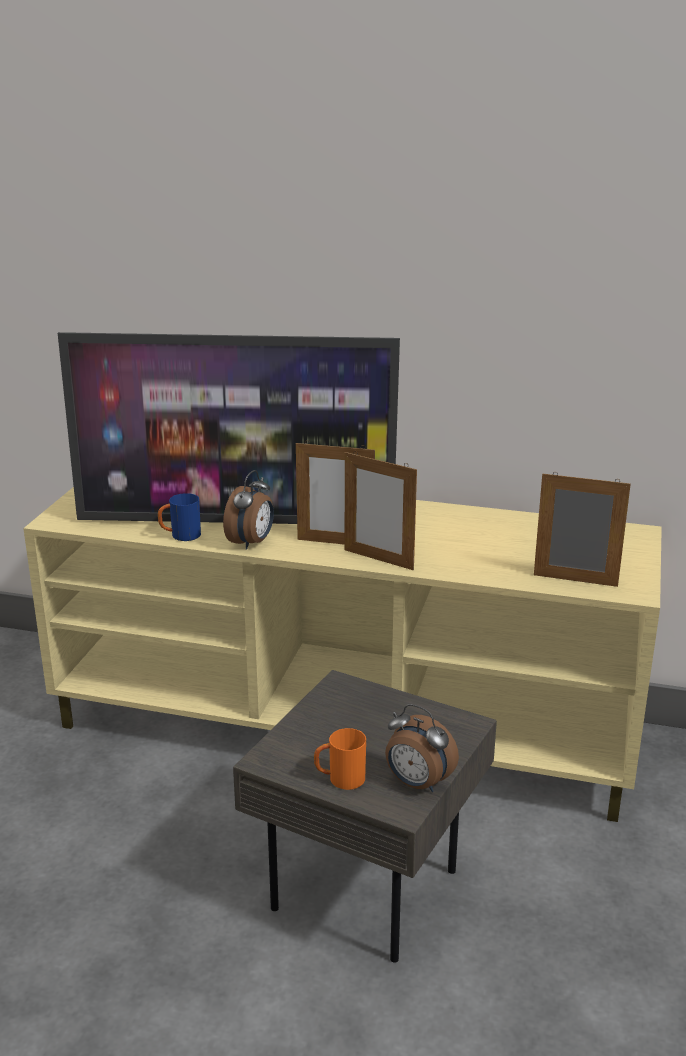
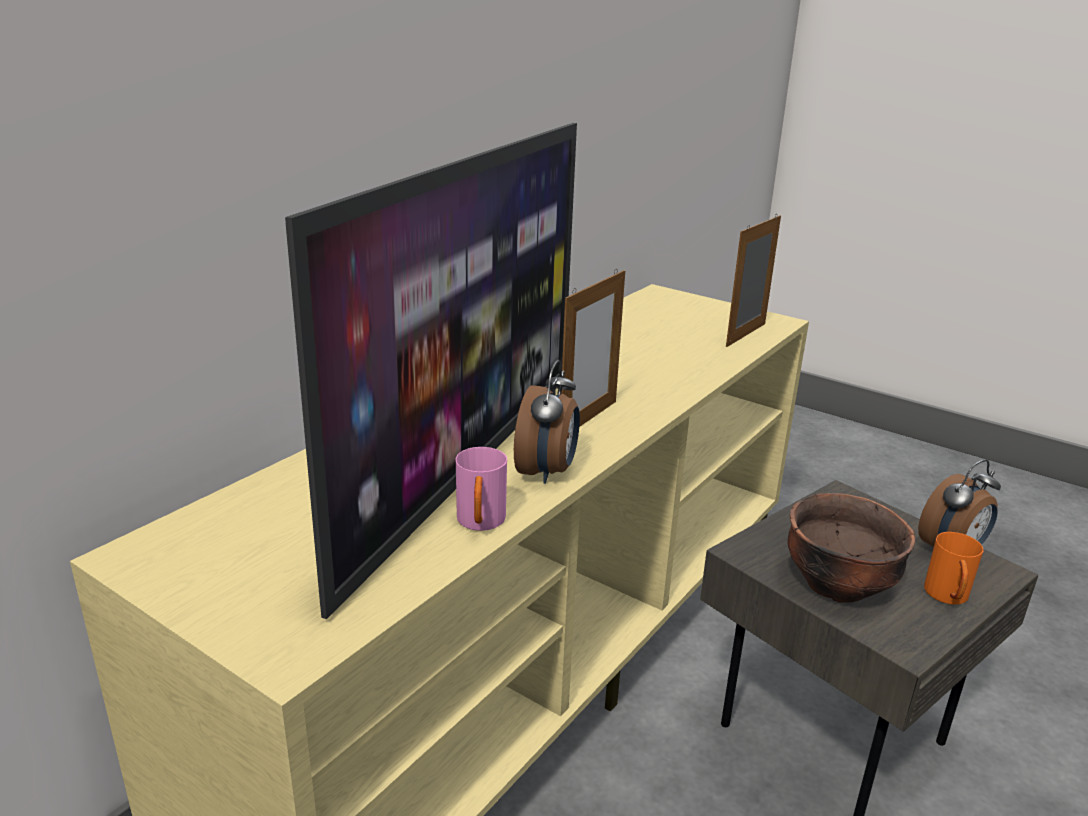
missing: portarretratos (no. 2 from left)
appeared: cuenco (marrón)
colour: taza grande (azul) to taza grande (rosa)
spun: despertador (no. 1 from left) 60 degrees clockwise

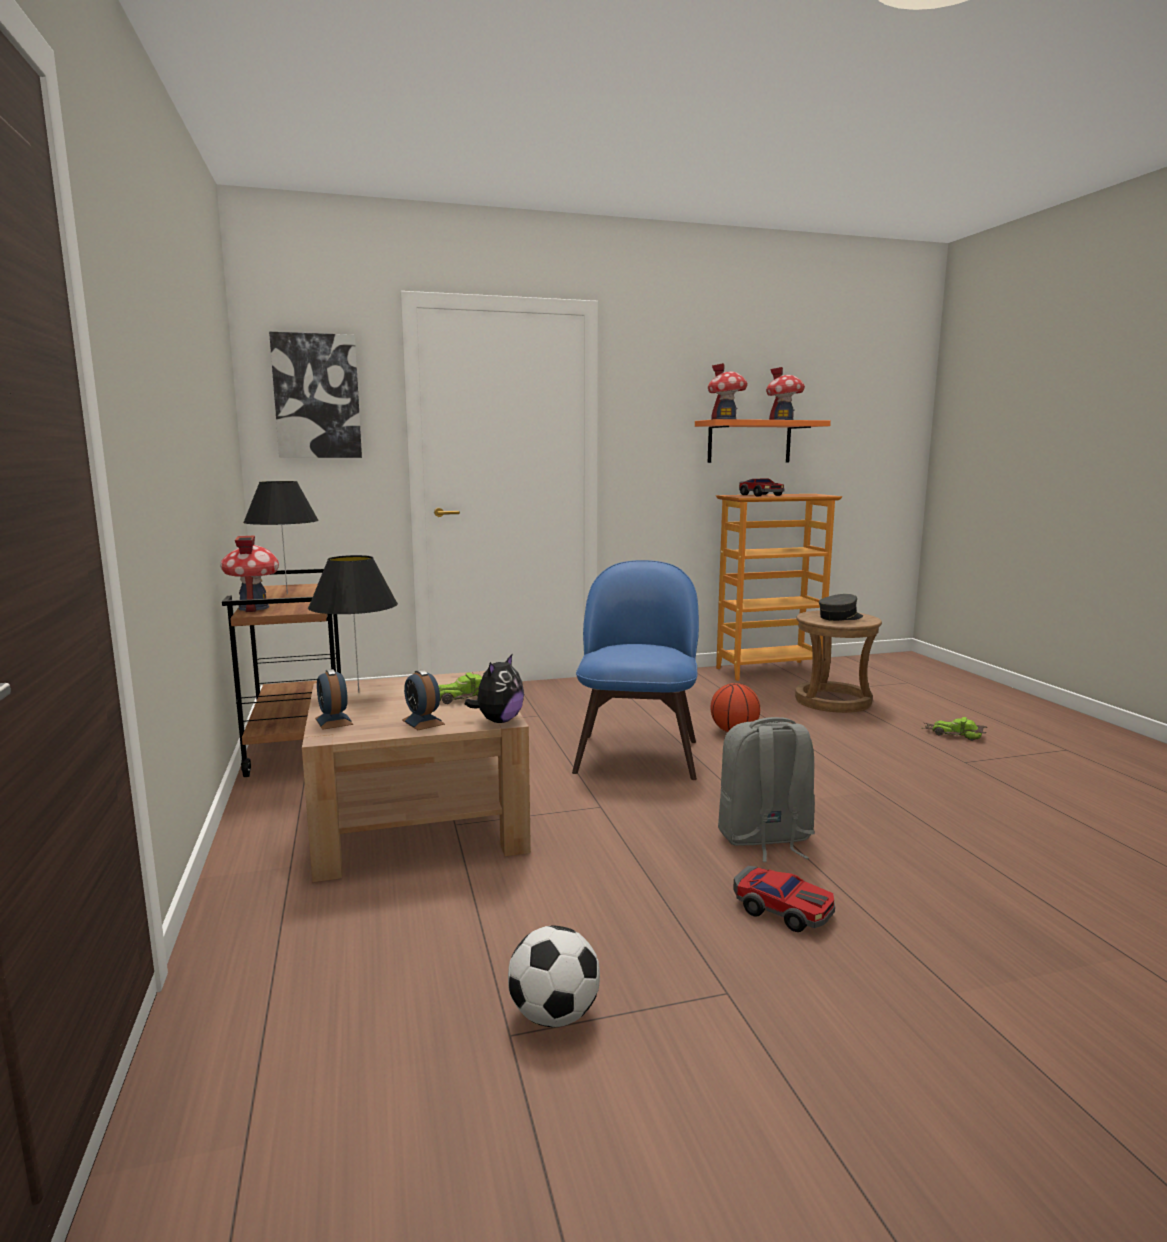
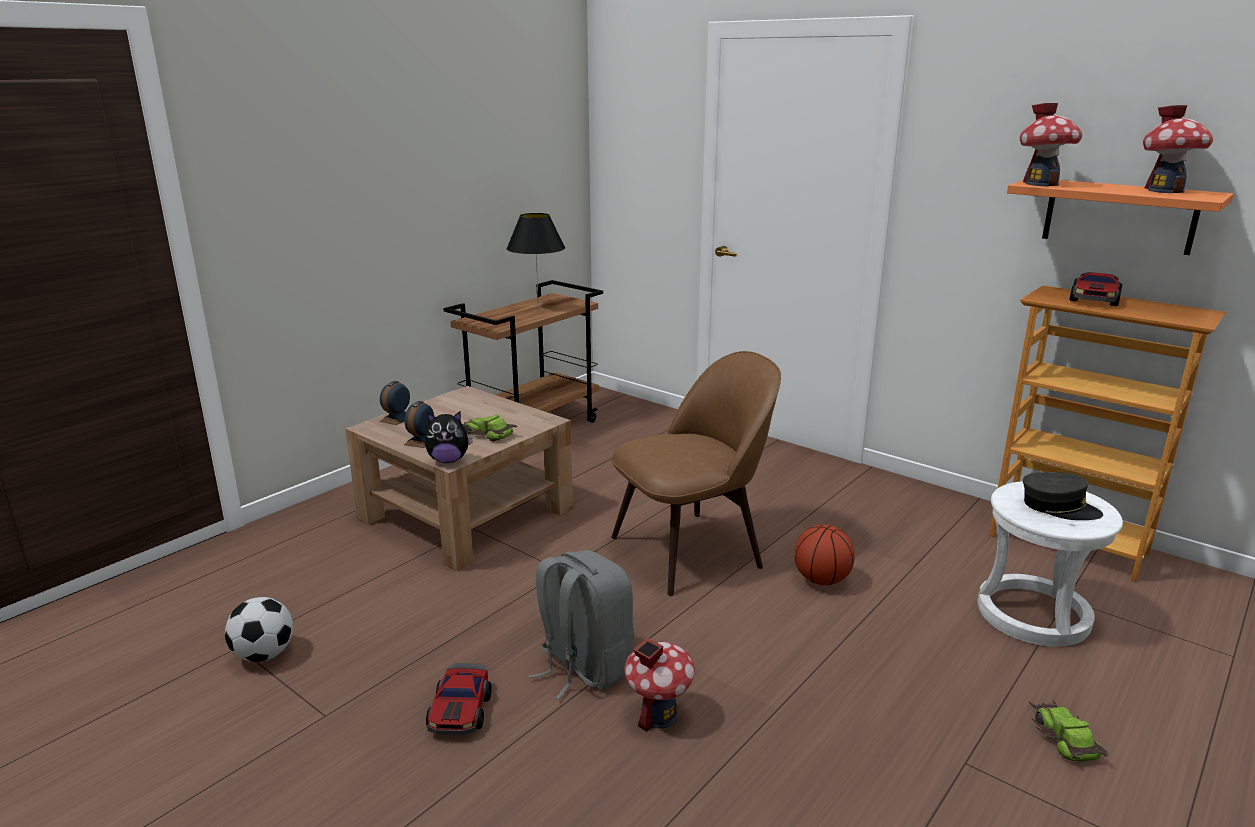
missing: cuadro; lámpara de mesa (negro) (no. 2 from left)
relocated: casita (no. 1 from left)
colour: silla (azul) to silla (marrón); taburete (marrón) to taburete (blanco)

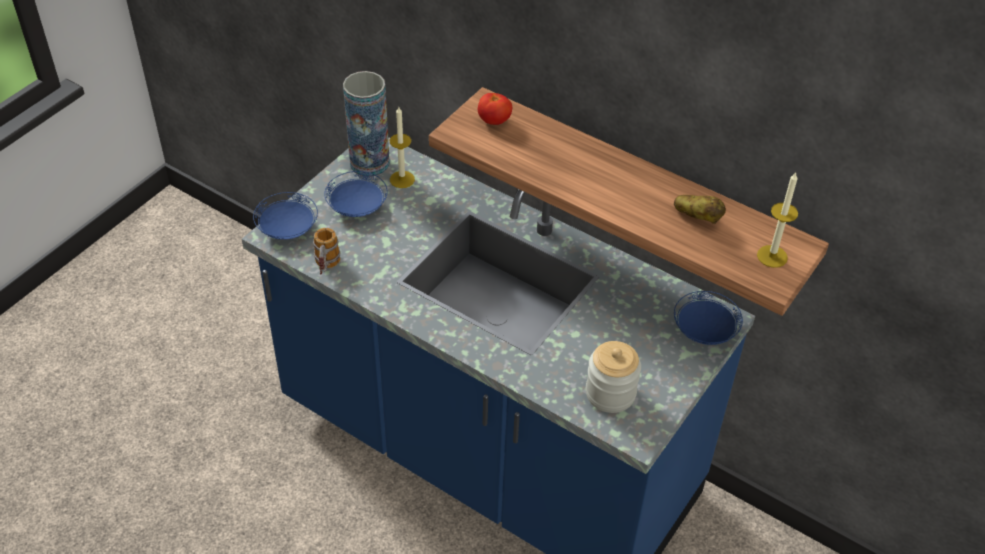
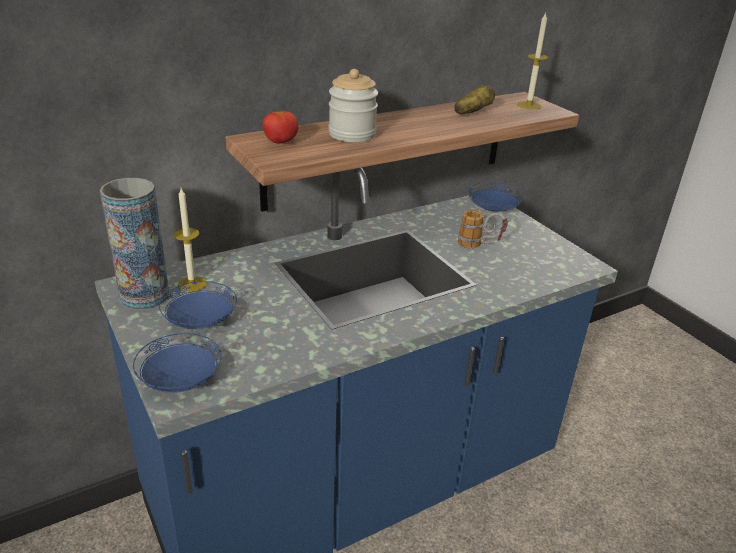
relocated: tarro; taza grande

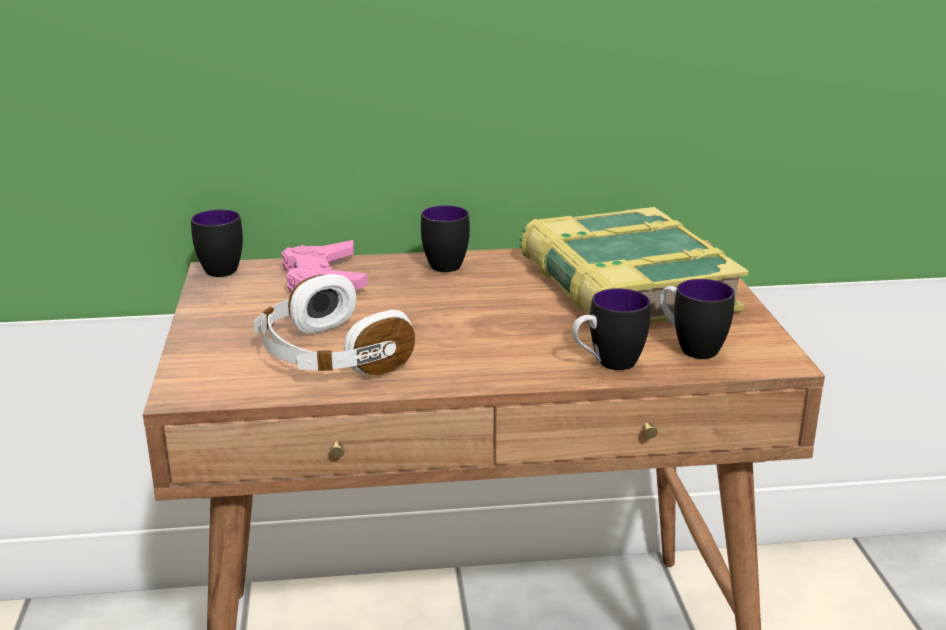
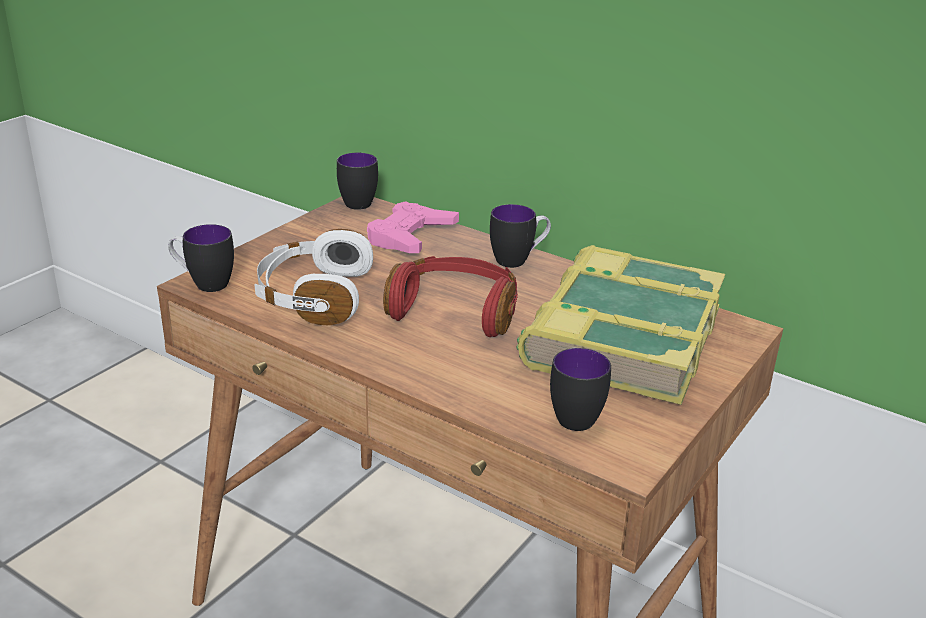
appeared: auriculares (rojo)
relocated: taza grande (no. 3 from left in the first image) to taza grande (no. 1 from left)

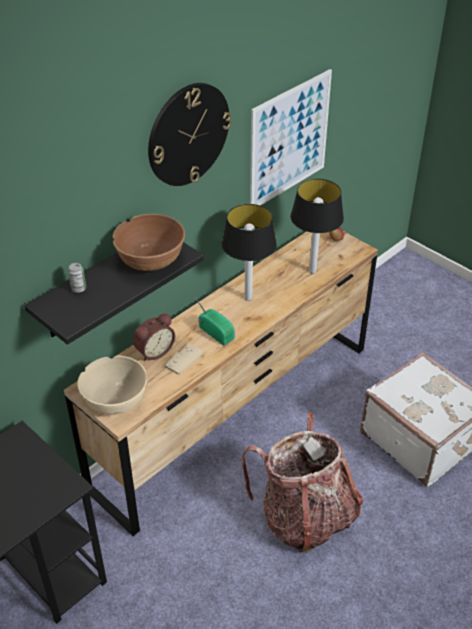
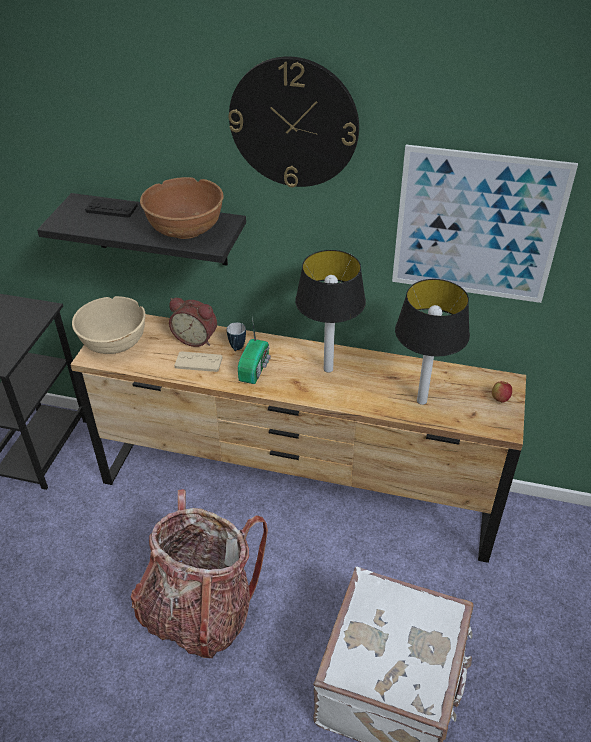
appeared: taza grande
exchanged: lata to mando de consola (negro)

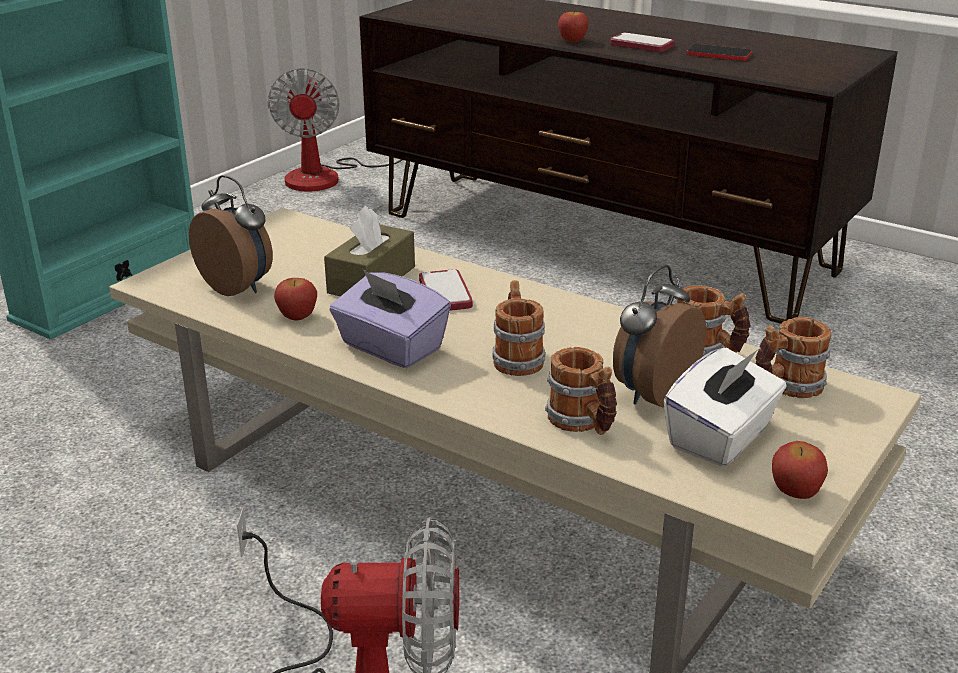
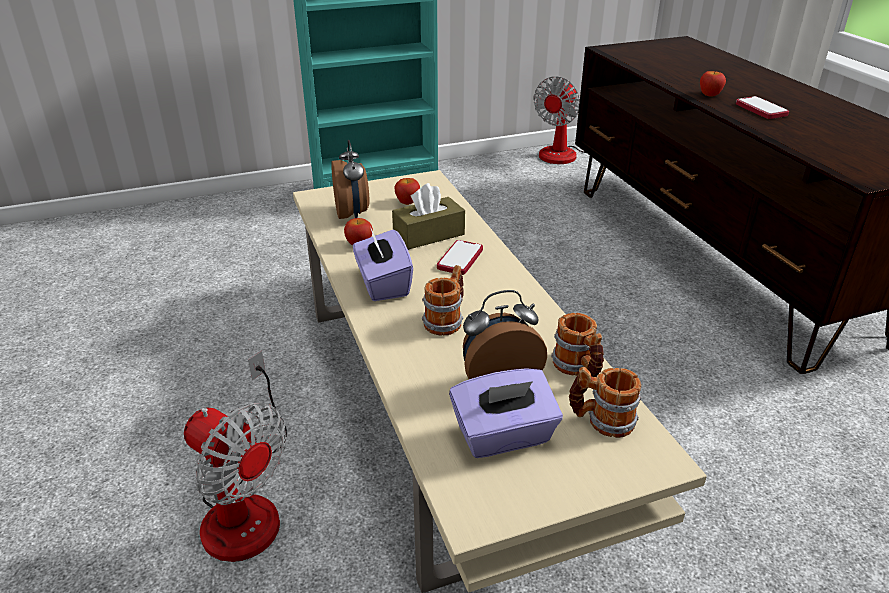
missing: taza grande (no. 2 from left); móvil (no. 3 from left)
relocated: manzana (no. 3 from left in the first image) to manzana (no. 2 from left)
colour: caja de pañuelos (blanco) to caja de pañuelos (morado) (no. 2 from left)

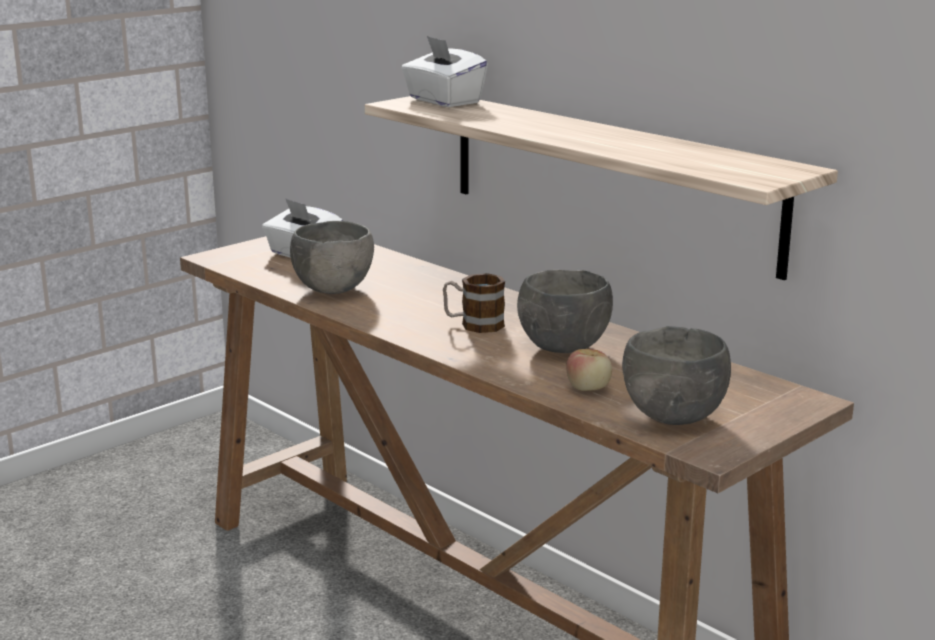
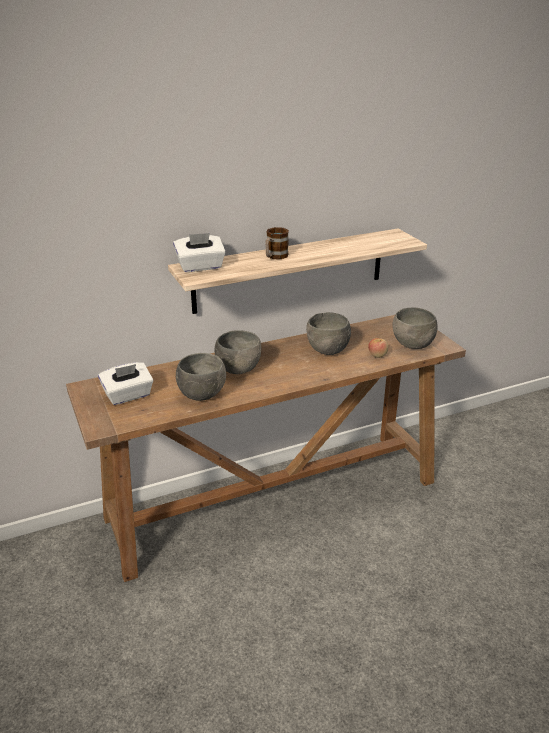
appeared: cuenco (gris) (no. 2 from left)
relocated: taza grande

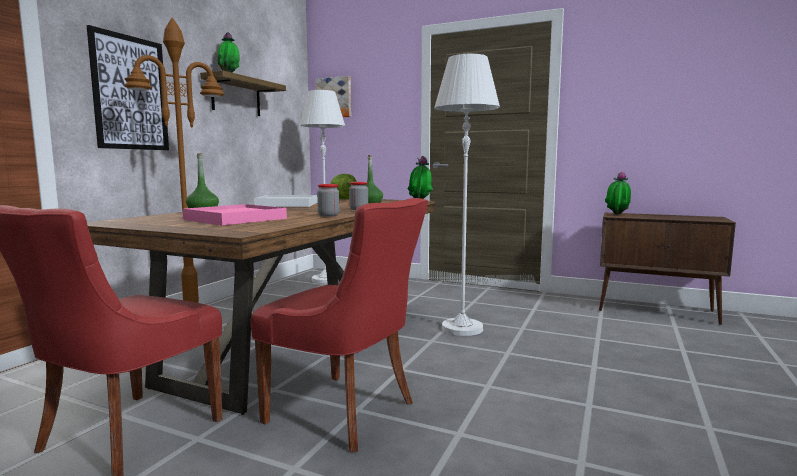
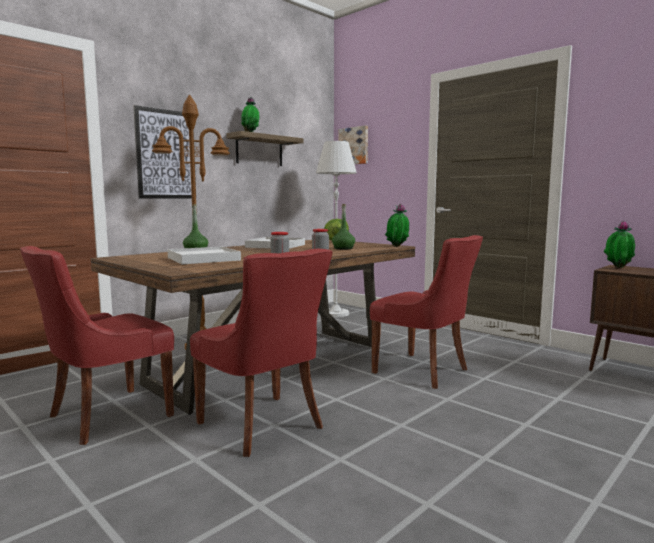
exchanged: lámpara de pie (blanco) (no. 2 from left) to silla (rojo) (no. 3 from left)
colour: bandeja (rosa) to bandeja (blanco) (no. 1 from left)

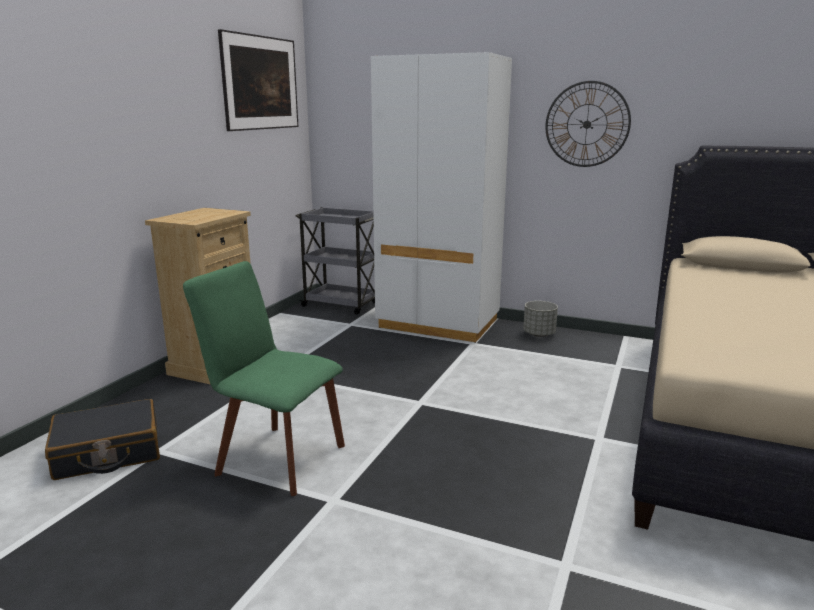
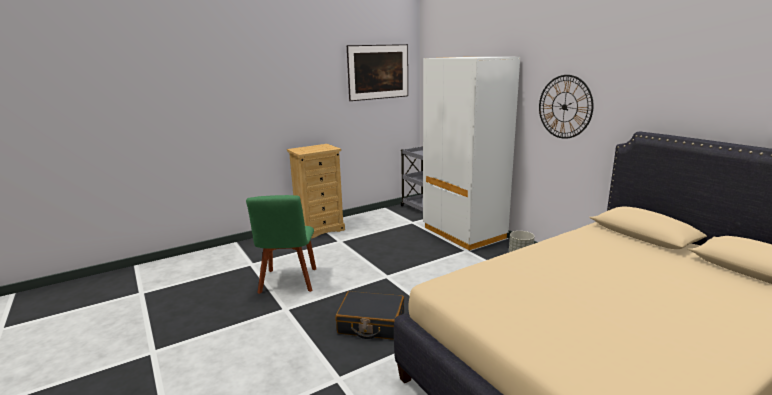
relocated: maleta (negro)
spun: silla (verde) 150 degrees counterclockwise

